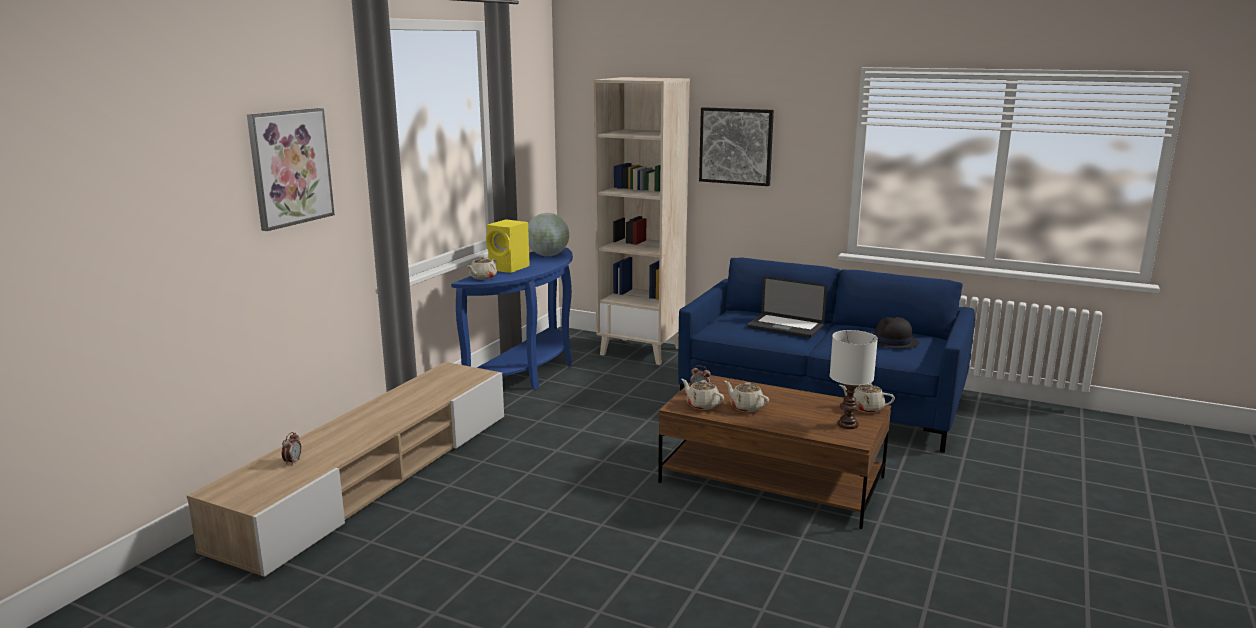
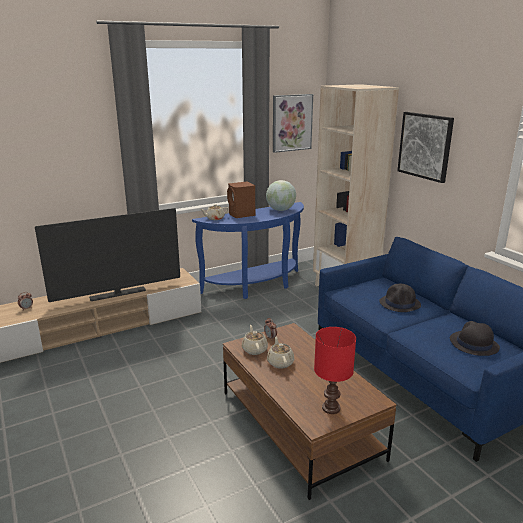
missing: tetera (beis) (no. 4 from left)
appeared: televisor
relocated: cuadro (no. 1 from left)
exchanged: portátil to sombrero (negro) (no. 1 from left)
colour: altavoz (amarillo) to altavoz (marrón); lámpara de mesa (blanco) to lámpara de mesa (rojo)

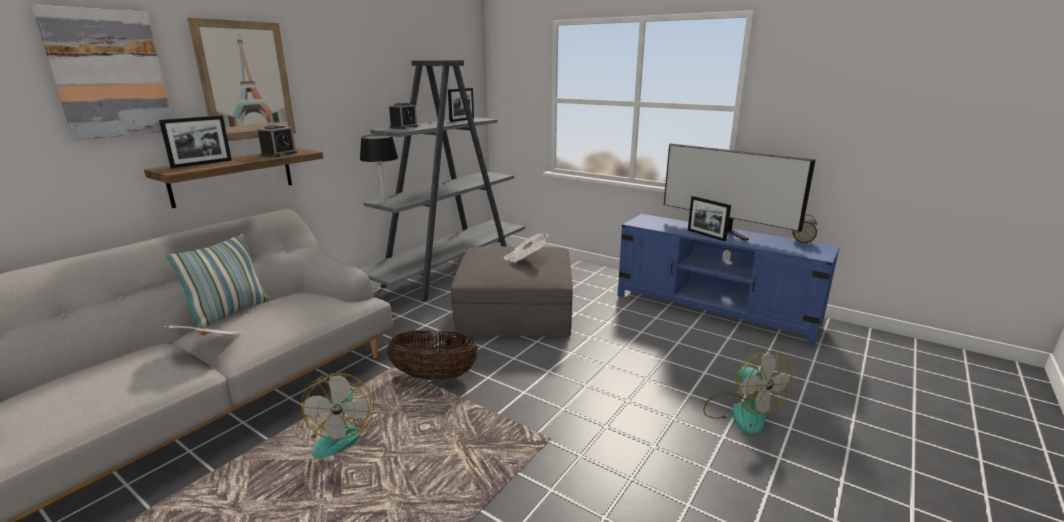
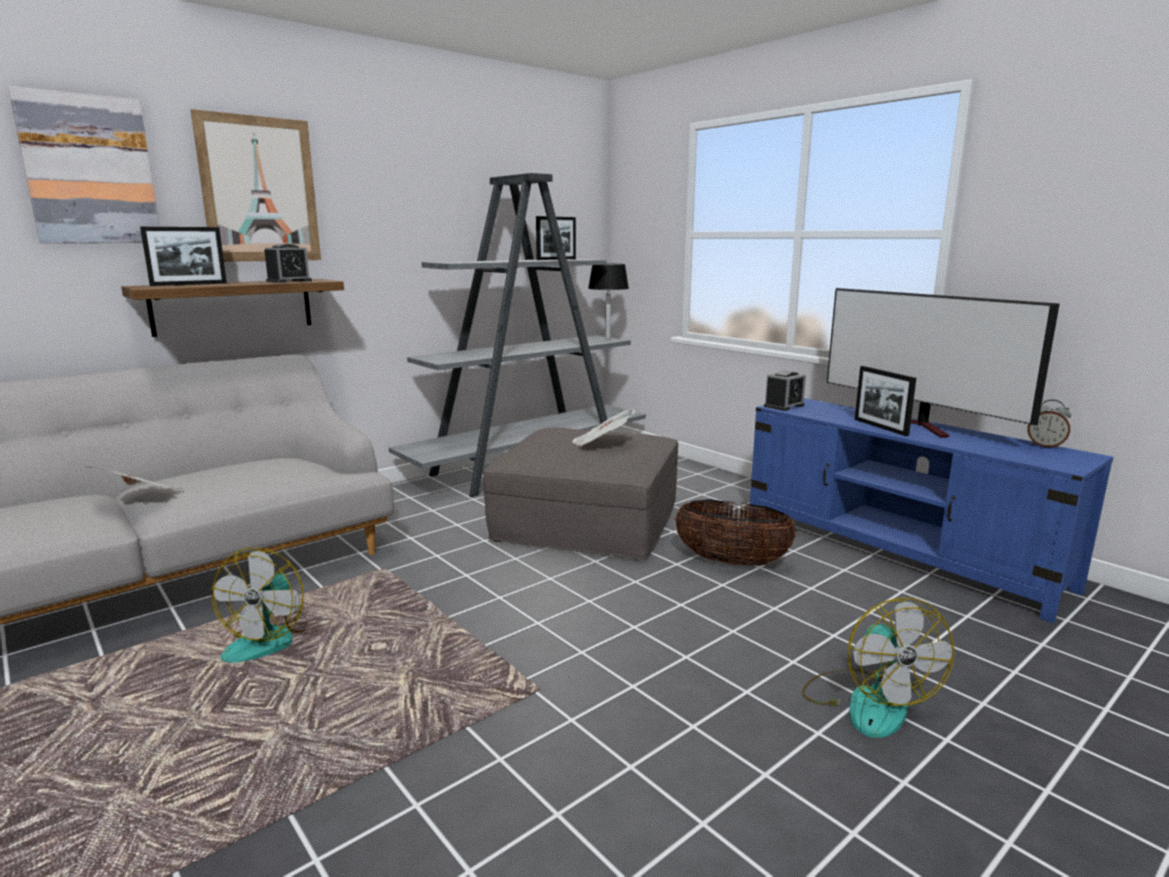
missing: cojín
relocated: lámpara de mesa (negro); cesta; despertador (no. 2 from left)

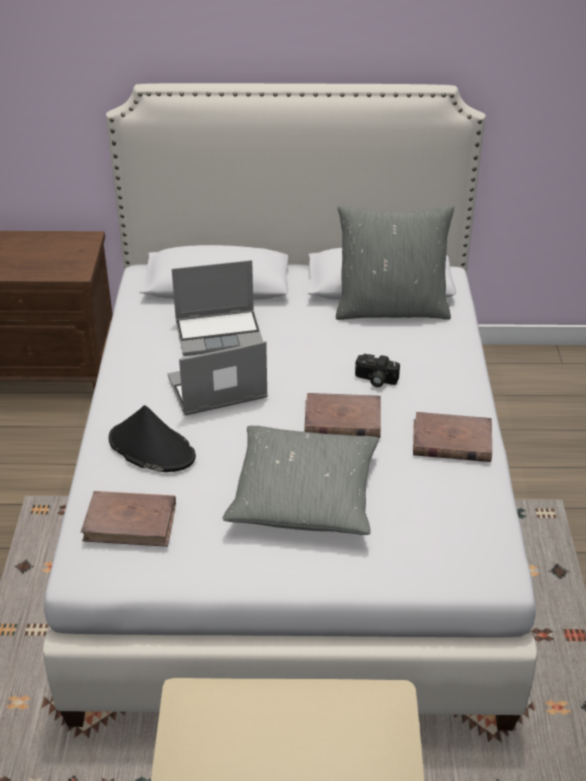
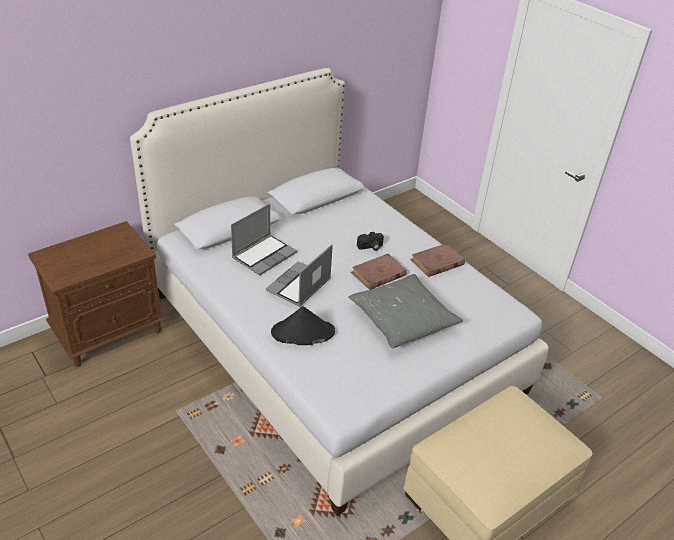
missing: libro (marrón) (no. 1 from left); cojín (gris) (no. 2 from left)

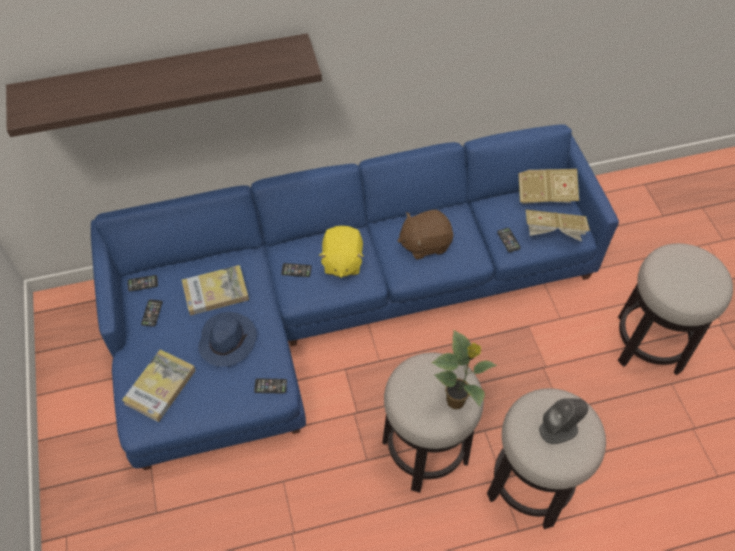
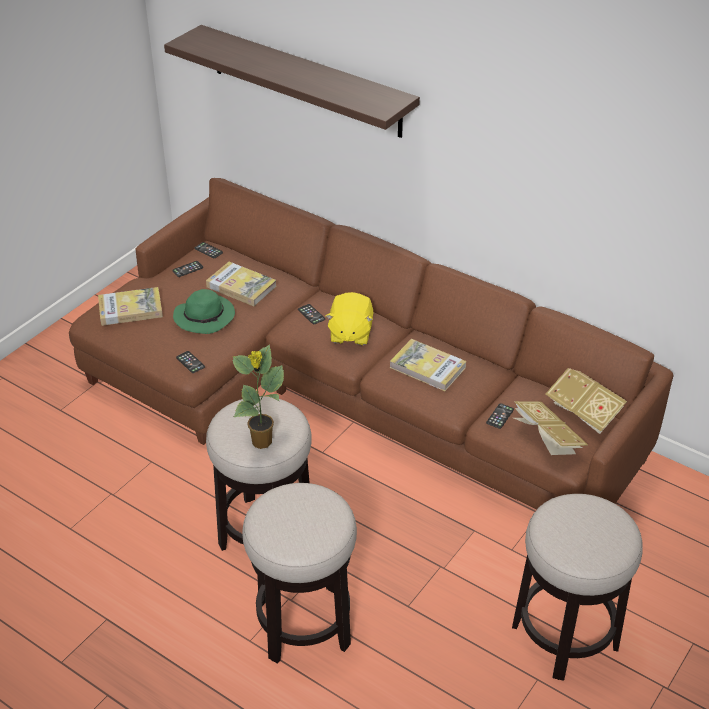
missing: altavoz (gris)
exchanged: peluche (marrón) to libro (no. 3 from left)
colour: sofá (azul) to sofá (marrón); sombrero (azul) to sombrero (verde)
spun: peluche (amarillo) 45 degrees counterclockwise

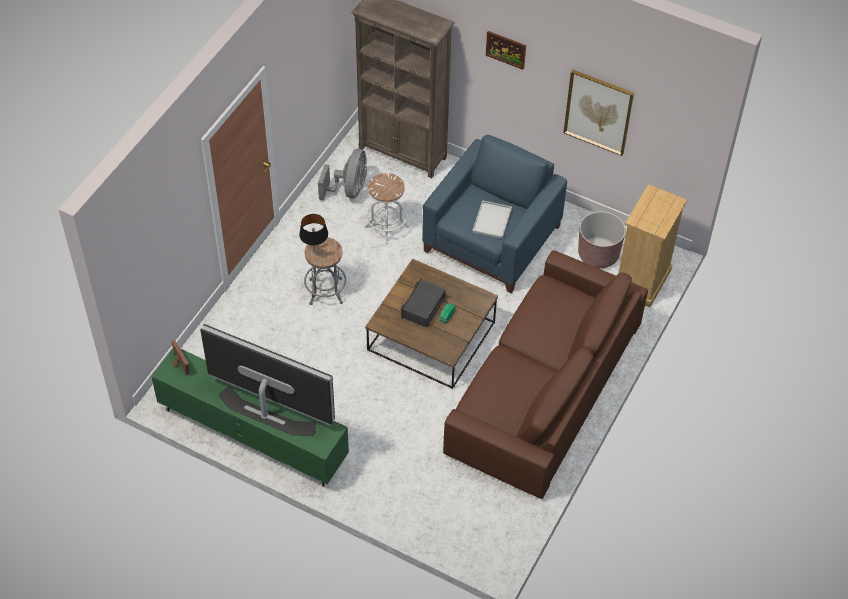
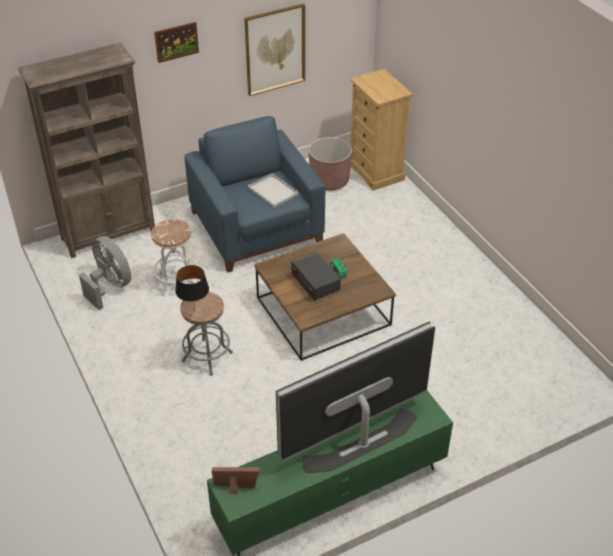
missing: sofá (marrón)

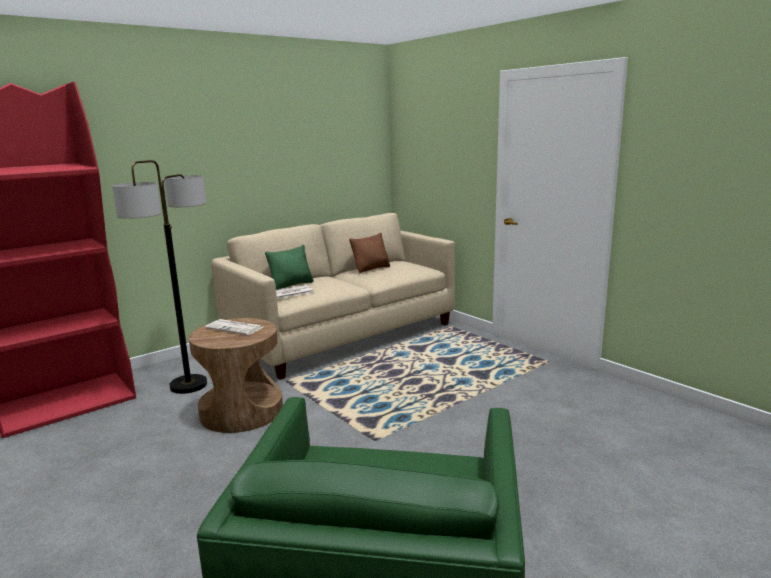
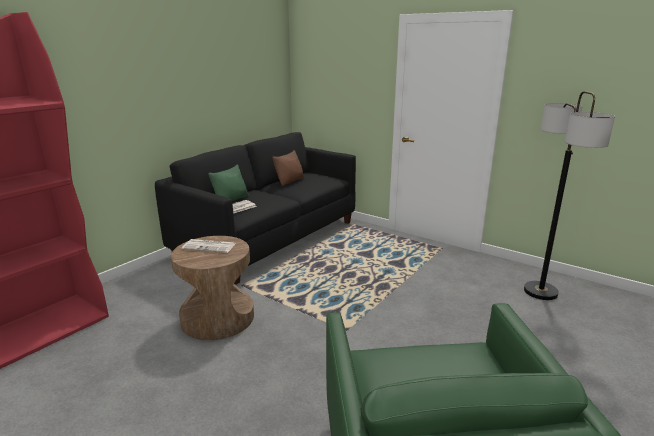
relocated: lámpara de pie
colour: sofá (beis) to sofá (negro)

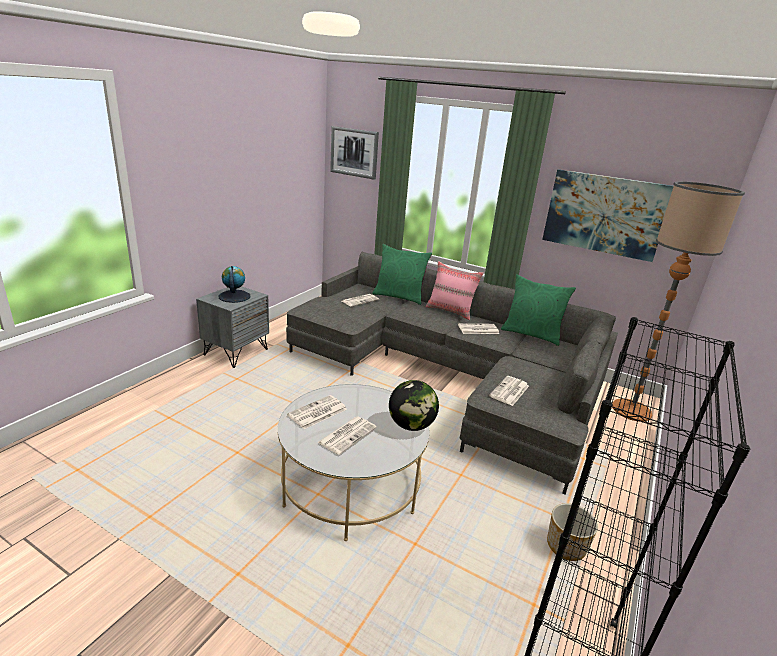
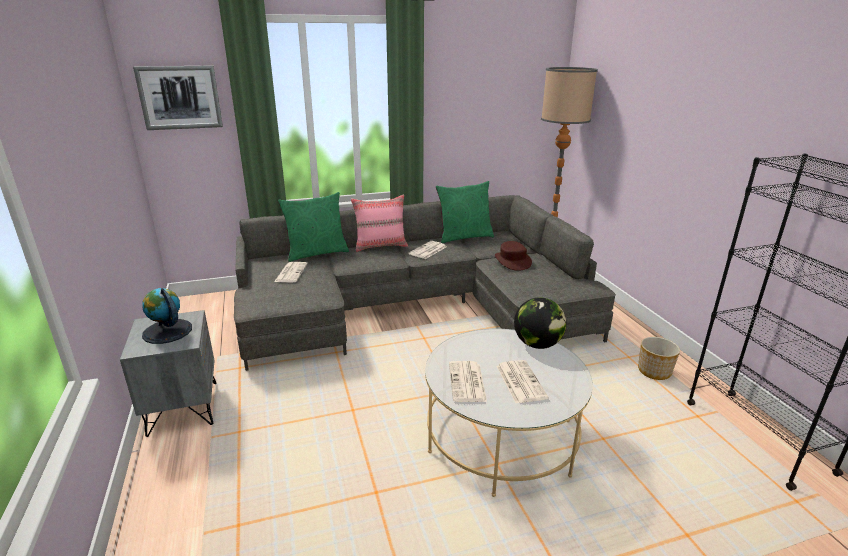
missing: periódico (no. 5 from left); cuadro (no. 2 from left)
appeared: sombrero (marrón)

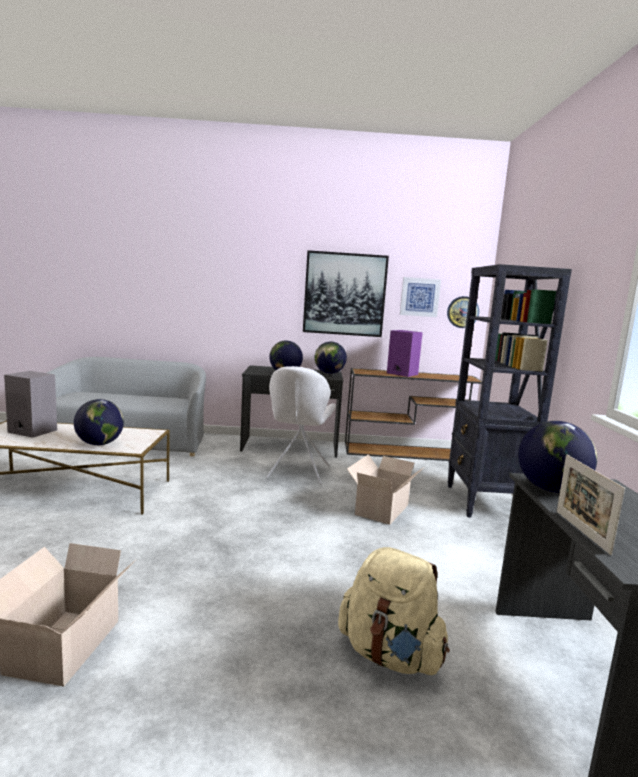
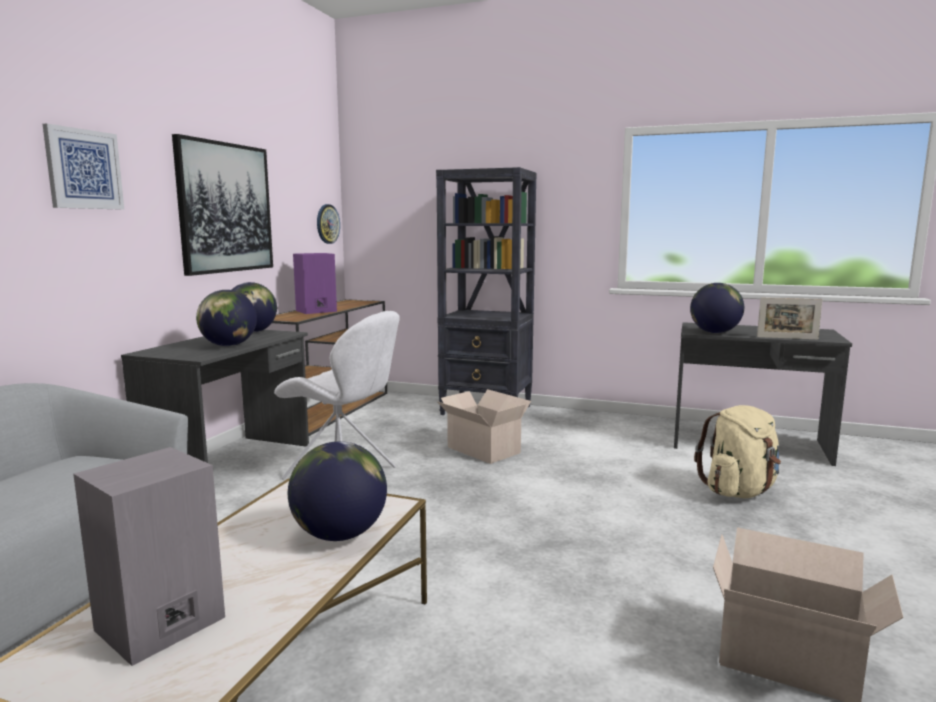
relocated: cuadro (no. 2 from left in the first image) to cuadro (no. 1 from left)

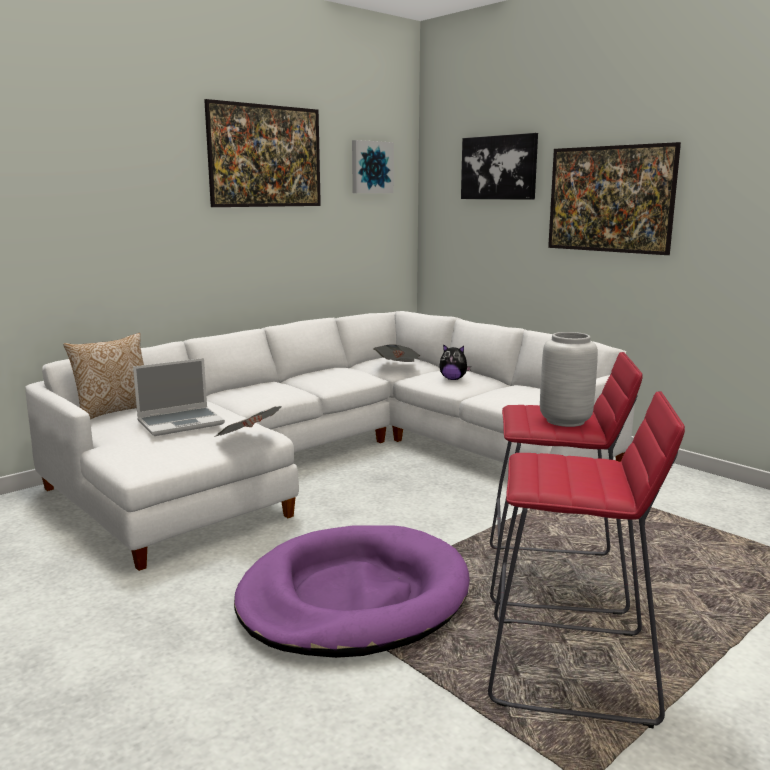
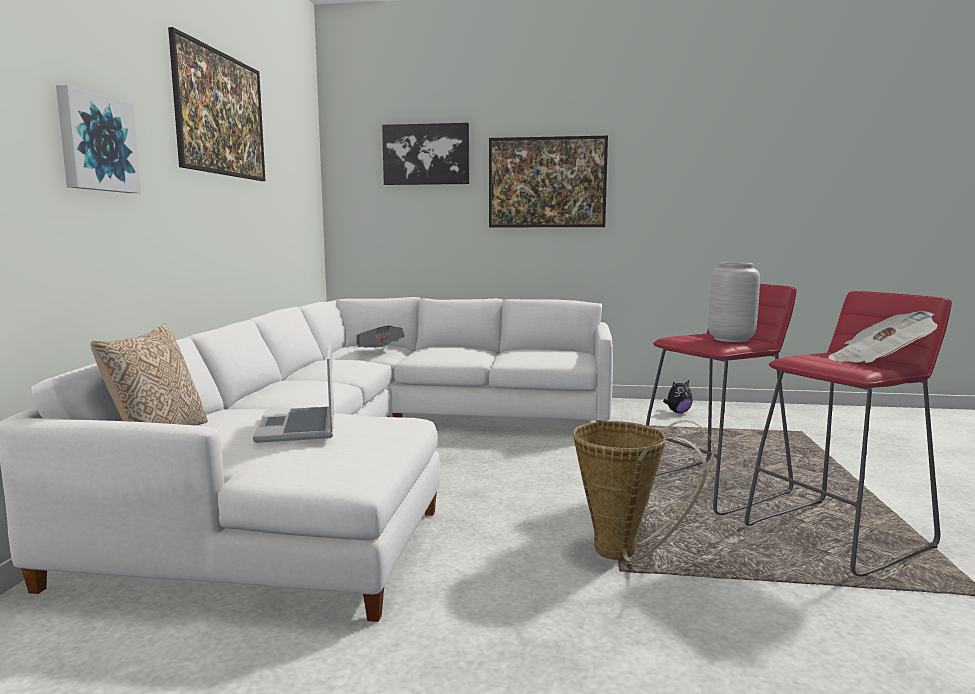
relocated: cuadro (no. 2 from left in the first image) to cuadro (no. 1 from left); peluche; periódico (no. 1 from left in the first image) to periódico (no. 2 from left)
exchanged: cama para perro (morado) to cesta
spun: portátil 150 degrees clockwise

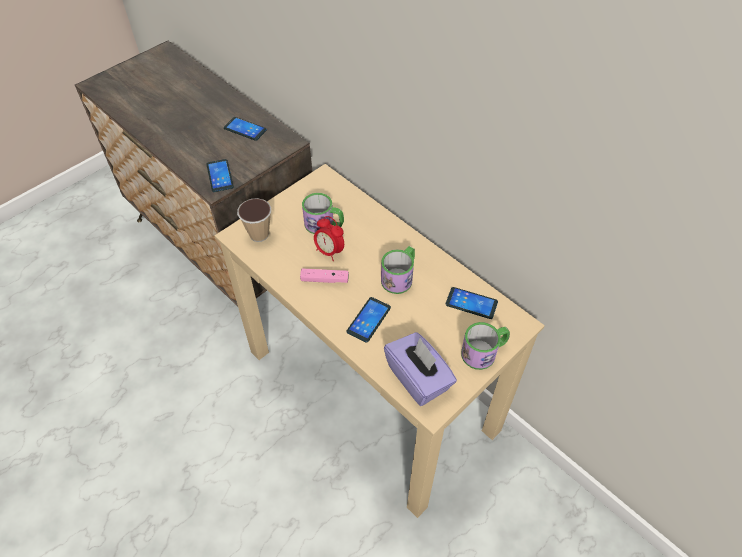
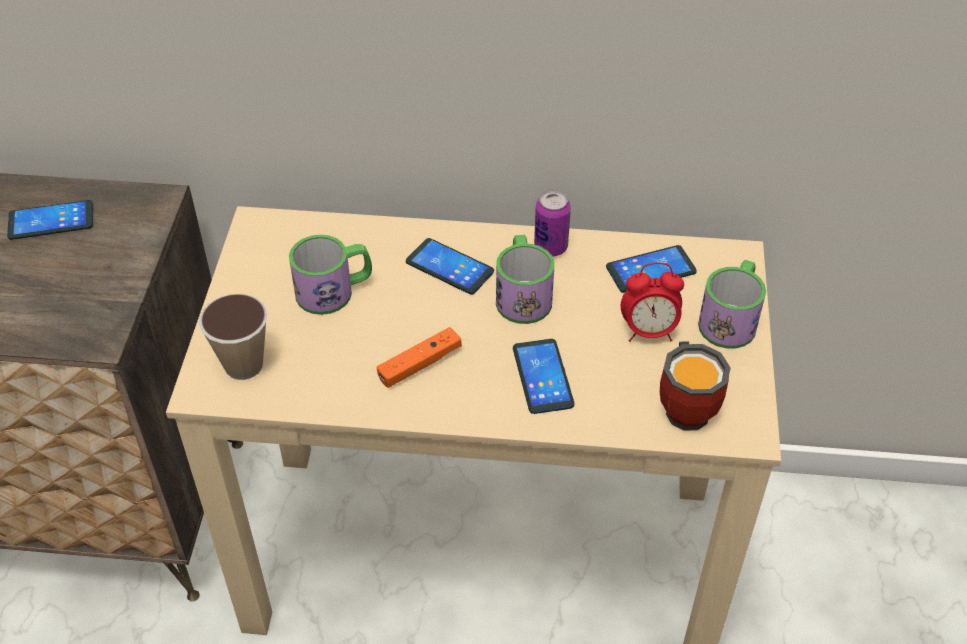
appeared: lata
relocated: móvil (no. 1 from left in the first image) to móvil (no. 2 from left); despertador
exchanged: caja de pañuelos (morado) to taza grande (no. 3 from left)
colour: mando de consola (rosa) to mando de consola (naranja)

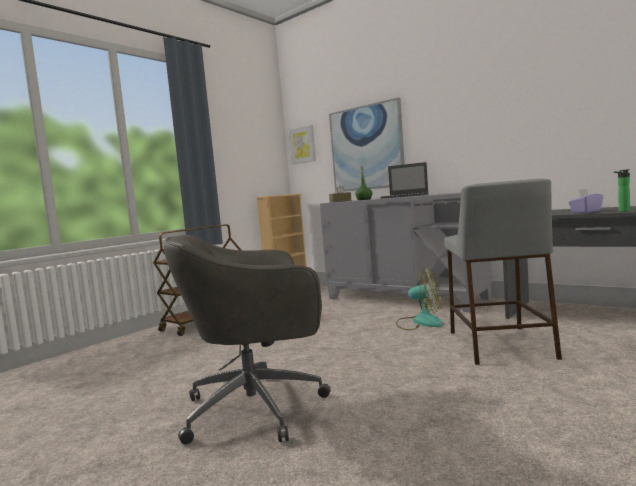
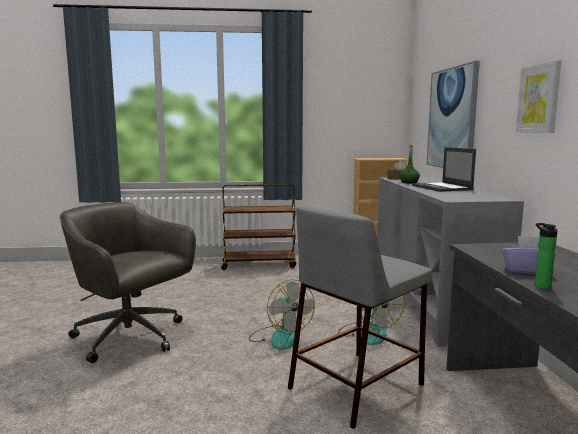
appeared: ventilador (no. 1 from left)
relocated: cuadro (no. 1 from left in the first image) to cuadro (no. 2 from left)

